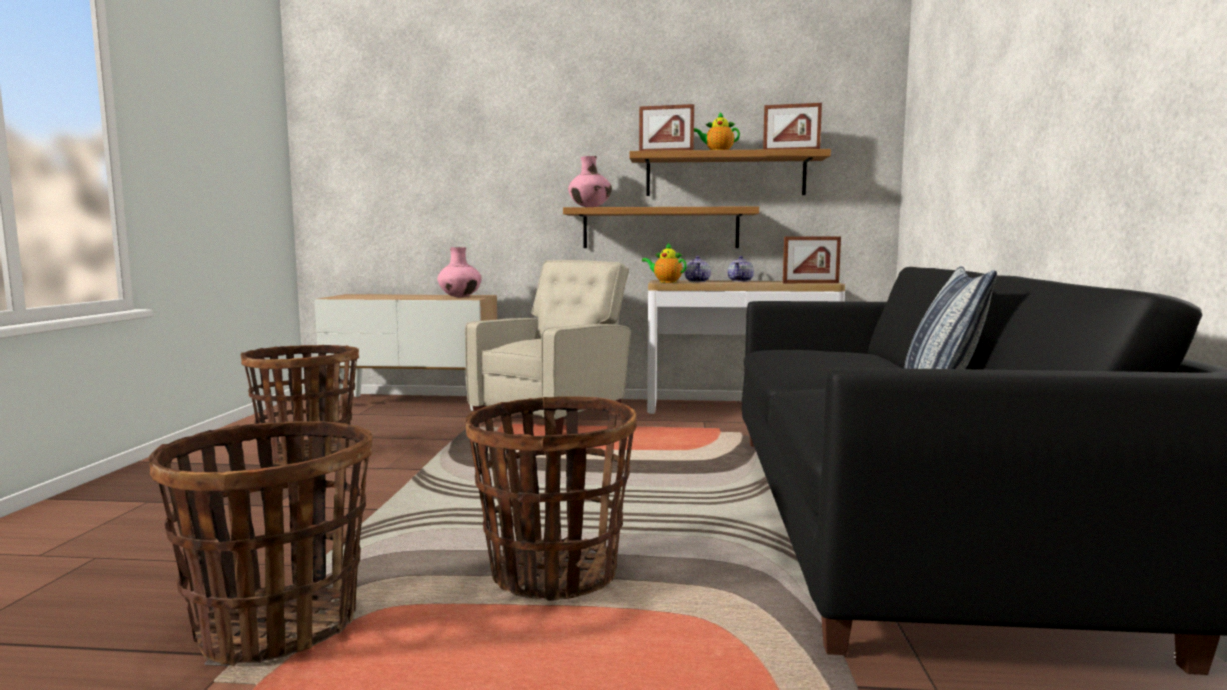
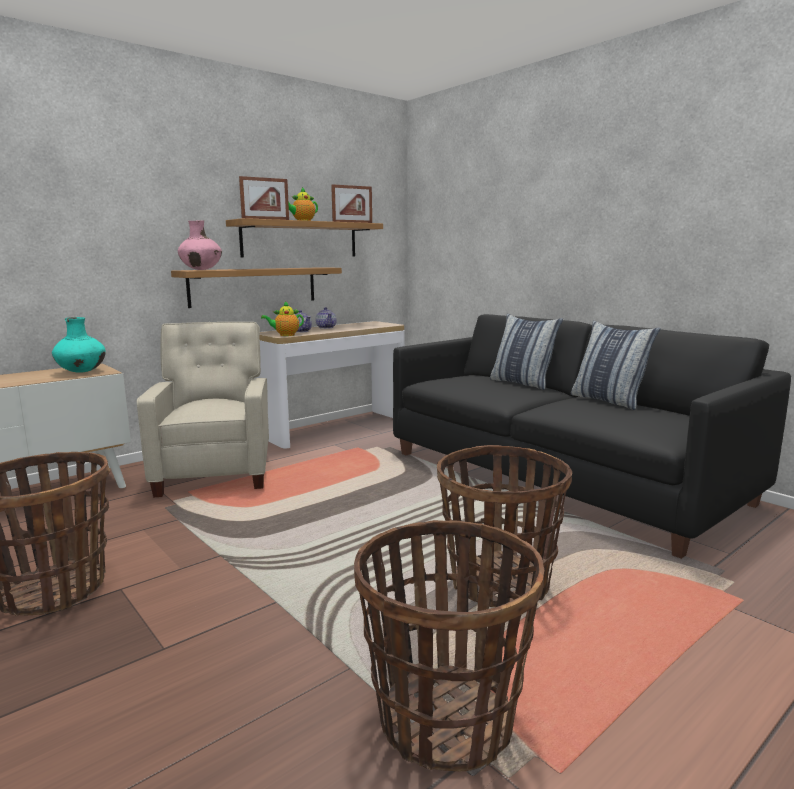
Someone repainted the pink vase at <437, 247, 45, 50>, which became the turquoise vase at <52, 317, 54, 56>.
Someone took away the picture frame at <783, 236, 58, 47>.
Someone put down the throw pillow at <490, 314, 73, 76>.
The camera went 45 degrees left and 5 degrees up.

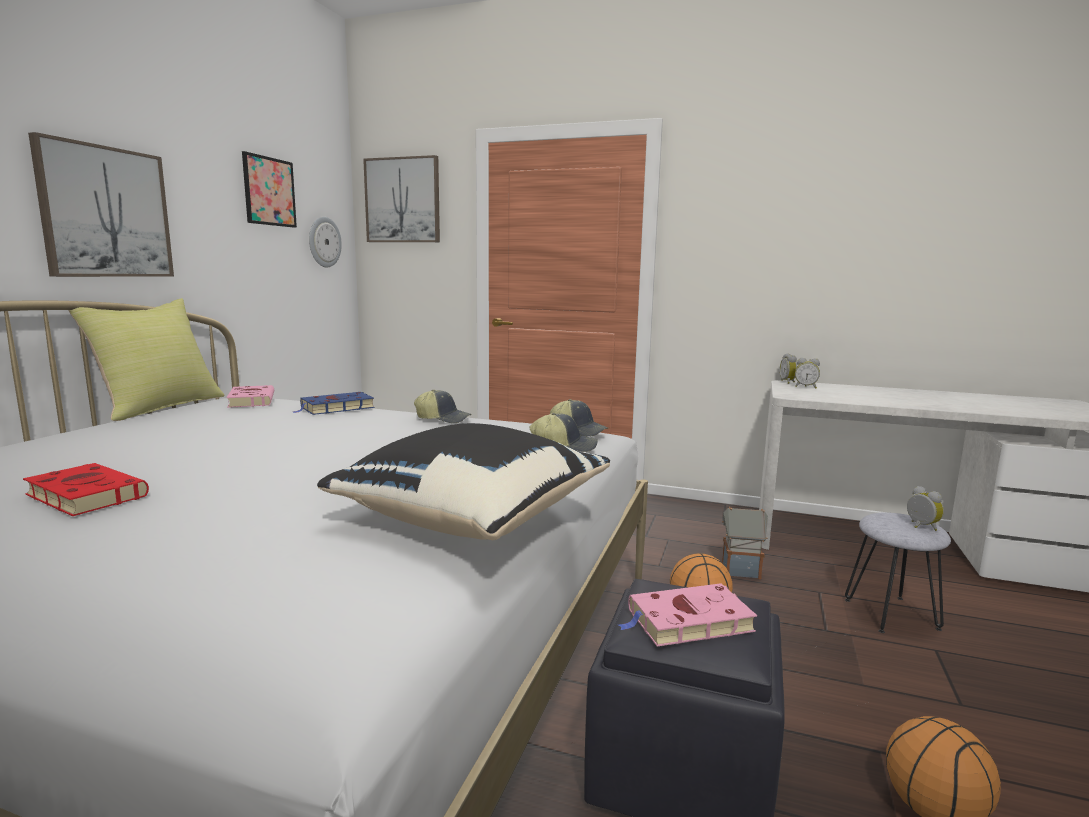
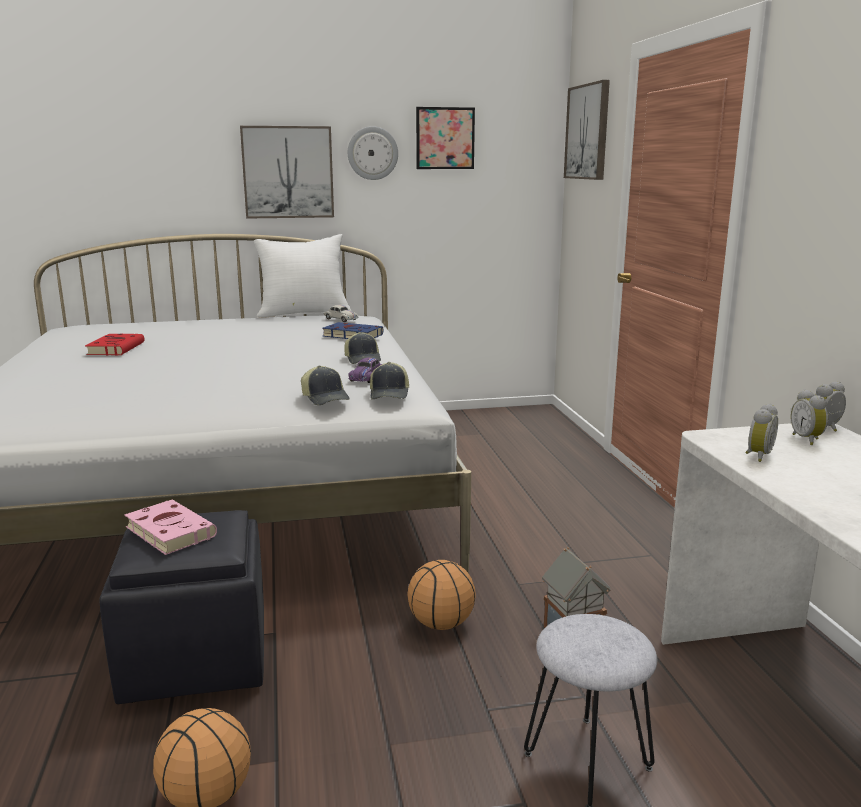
Someone repainted the yellow throw pillow at <69, 298, 155, 123>, which became the white throw pillow at <253, 234, 98, 84>.
Someone swapped the pink bound book at <226, 385, 48, 23> for the white miniature car at <324, 305, 35, 17>.
Someone carried the wall clock from <309, 217, 33, 50> to <348, 126, 50, 54>.
Someone took away the black throw pillow at <317, 423, 293, 117>.
Someone carried the bedside clock from <907, 486, 37, 45> to <745, 404, 33, 58>.
Someone put down the purplish miniature car at <348, 358, 34, 25>.
The camera went 60 degrees right and 5 degrees up.

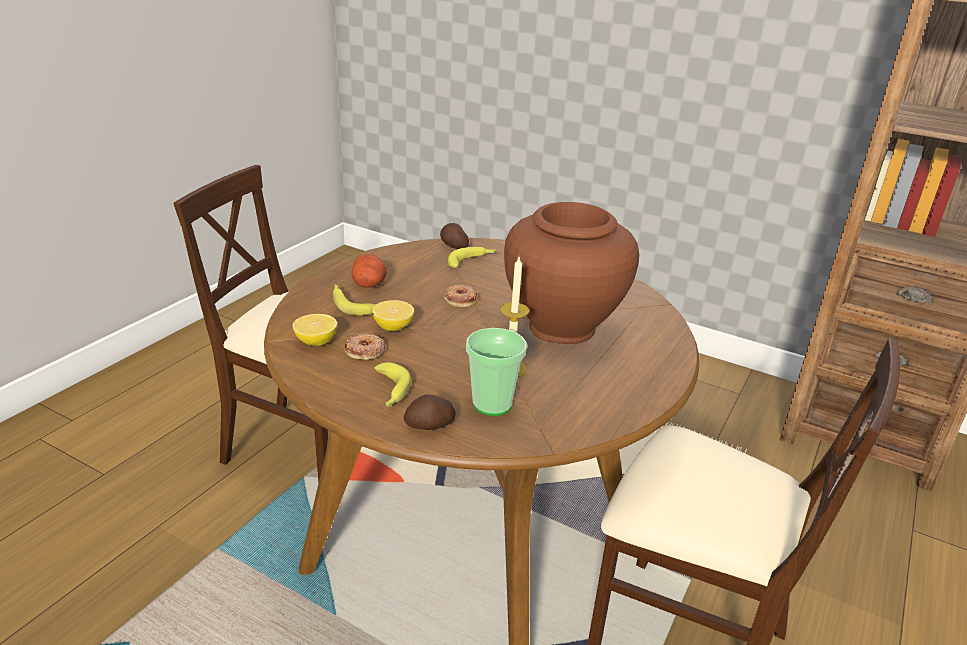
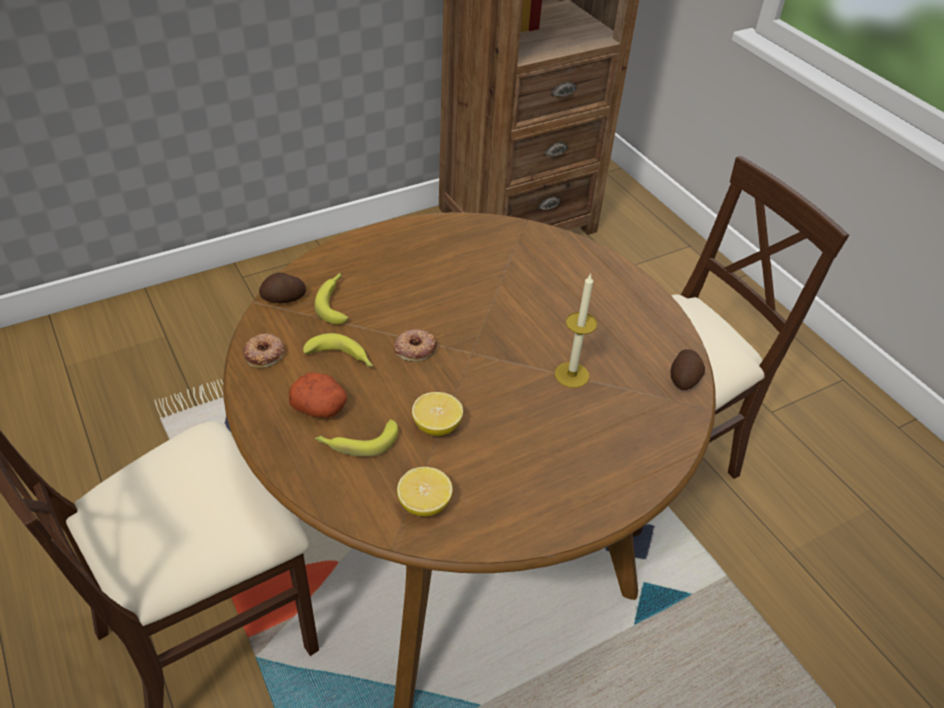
Someone carried the ring doughnut from <345, 333, 41, 27> to <243, 333, 42, 35>.
Someone carried the banana from <374, 363, 37, 44> to <303, 333, 70, 34>.
Someone carried the whole potato from <403, 395, 53, 35> to <671, 349, 34, 41>.
Someone took away the cup at <466, 328, 61, 88>.
Someone took away the brown-coloured vase at <504, 202, 135, 142>.
The camera went 60 degrees left and 15 degrees up.

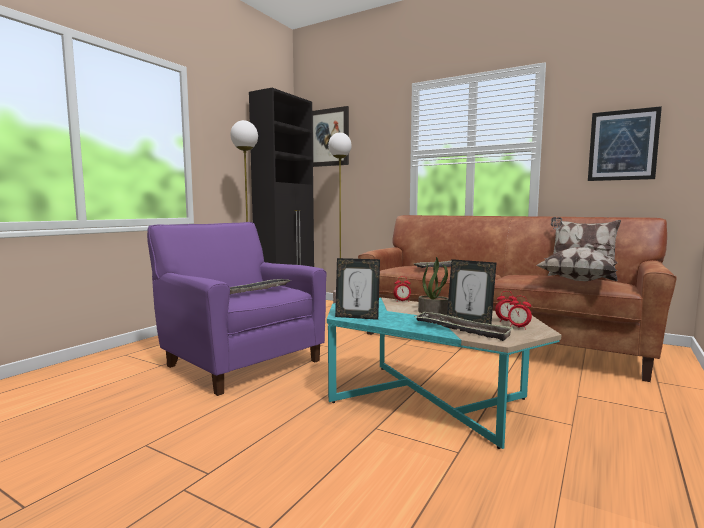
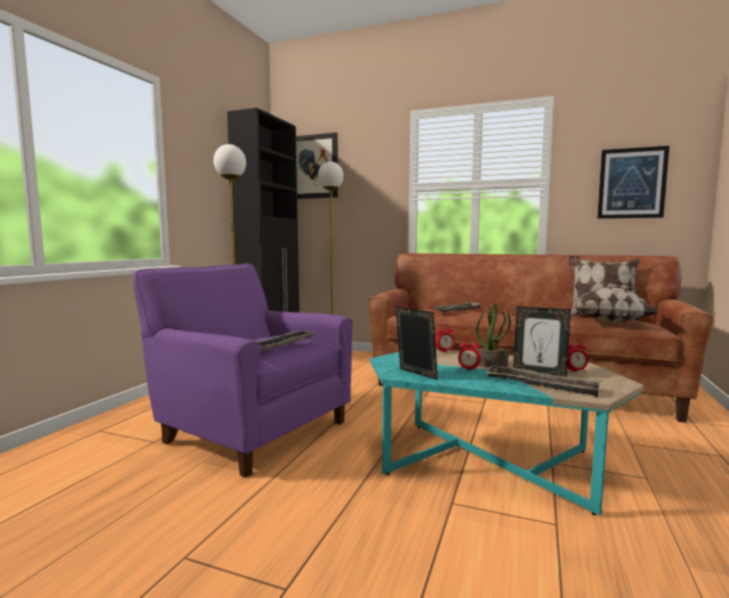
Someone rotated the picture frame at <335, 258, 45, 62> by 135 degrees counterclockwise.
Someone carried the bedside clock from <508, 296, 24, 34> to <458, 338, 23, 34>.
The camera went 10 degrees left and 0 degrees up.

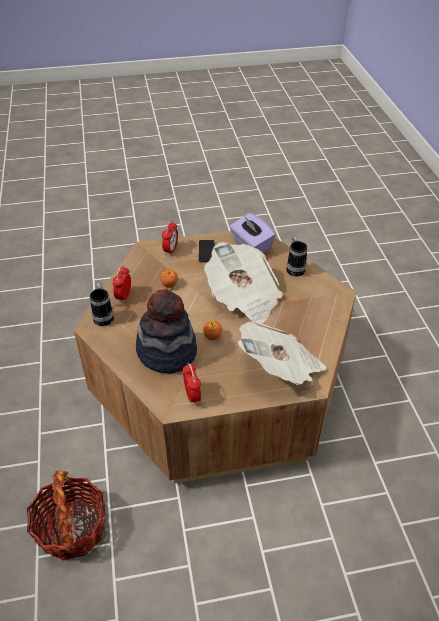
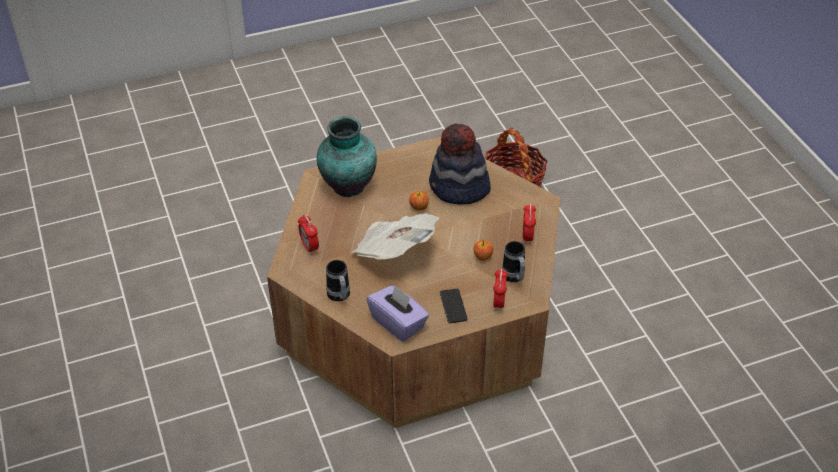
Someone carried the coffee mug from <90, 282, 24, 44> to <502, 241, 23, 41>.
Someone carried the bedside clock from <183, 363, 18, 42> to <298, 214, 21, 40>.
Someone swapped the printed paper at <237, 321, 89, 64> for the vase at <317, 116, 60, 81>.
The camera went 170 degrees right and 0 degrees up.

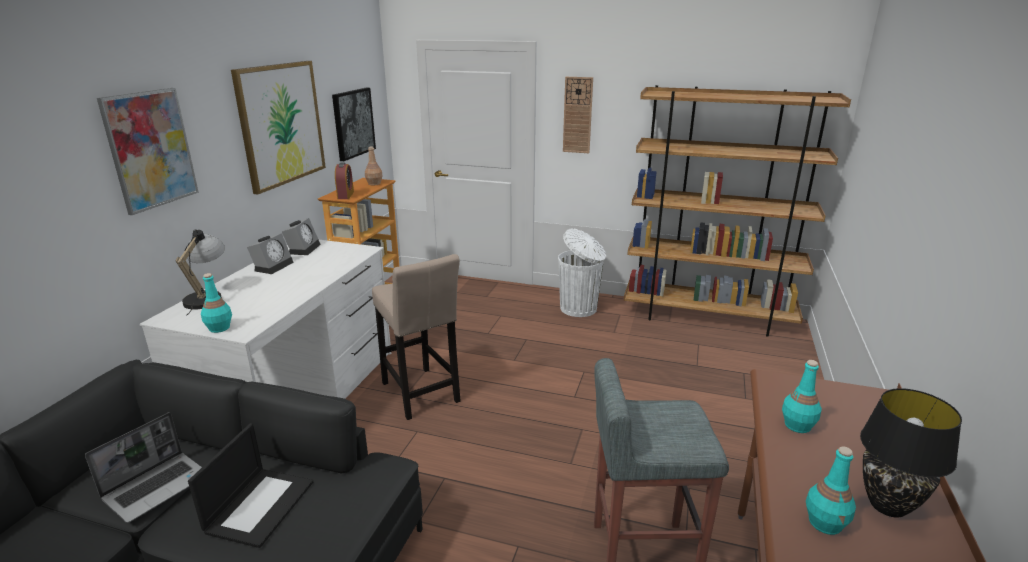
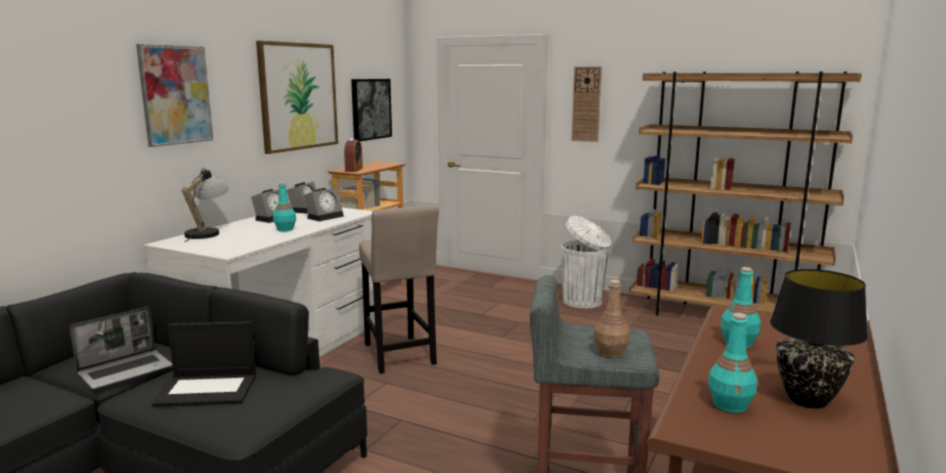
Someone rotated the portable computer at <188, 423, 125, 125> by 60 degrees clockwise.
Someone carried the turquoise drink bottle from <201, 273, 31, 60> to <273, 182, 23, 49>.
Someone carried the brown-coloured drink bottle from <365, 146, 18, 40> to <594, 280, 36, 78>.
Someone put down the bedside clock at <304, 188, 40, 33>.
The camera went 10 degrees right and 10 degrees down.

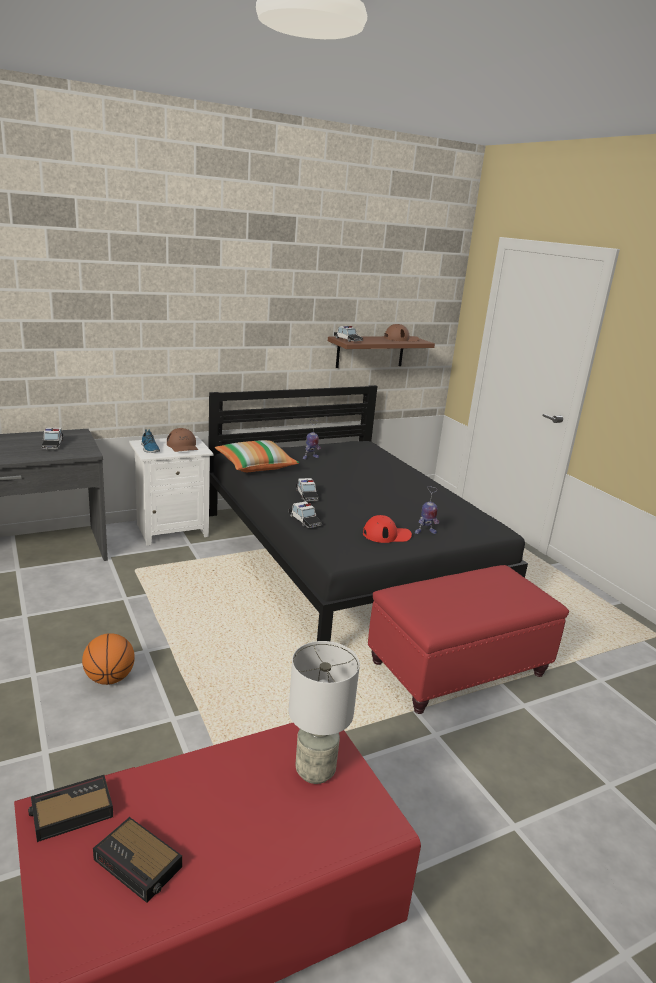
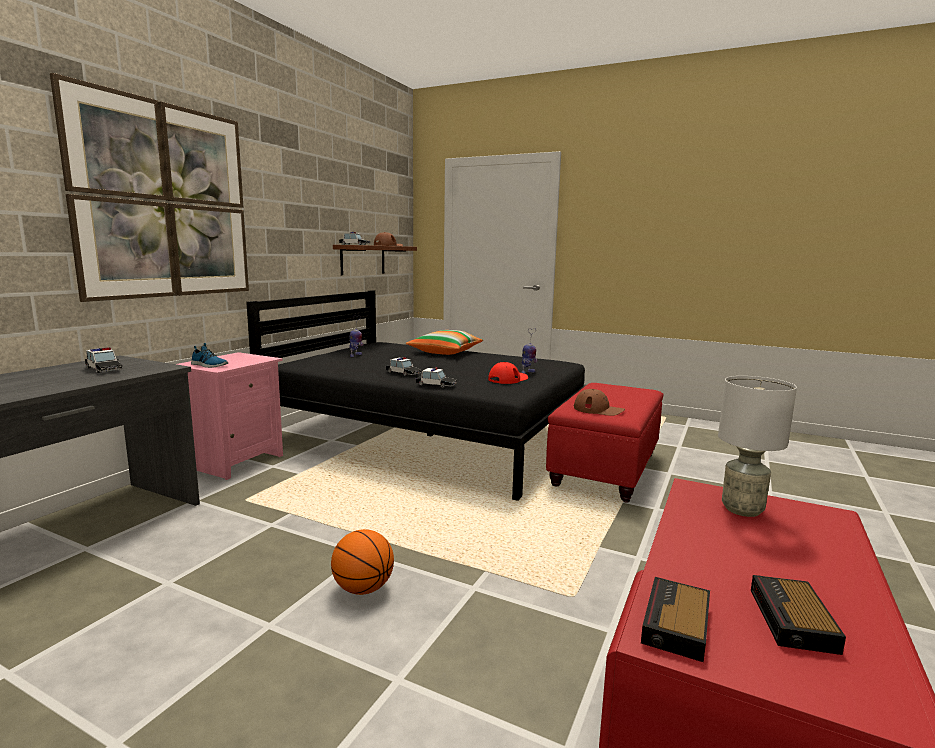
Someone rotated the bedside clock at <93, 817, 89, 86> by 105 degrees clockwise.
Someone repainted the white bedside table at <129, 436, 85, 110>, which became the pink bedside table at <177, 352, 106, 128>.
Someone carried the brown-coloured cap from <167, 428, 31, 24> to <574, 389, 51, 27>.
Someone carried the throw pillow from <215, 440, 84, 32> to <406, 330, 77, 25>.
Someone put up the wall art at <50, 73, 199, 229>.
The camera went 35 degrees left and 10 degrees down.

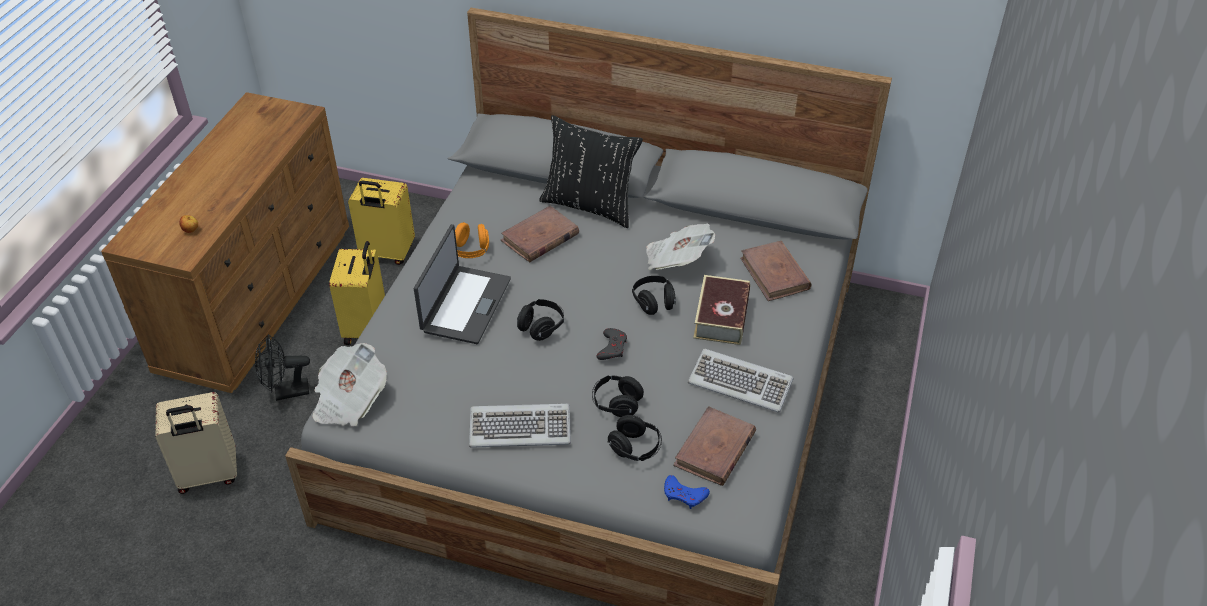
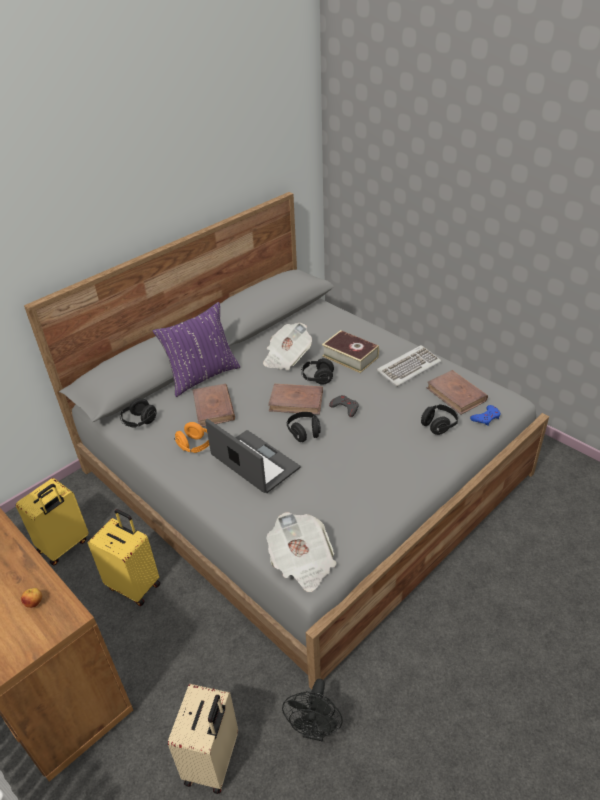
Someone carried the black electric fan from <255, 334, 55, 67> to <282, 679, 61, 62>.
Someone took away the keyboard at <469, 403, 102, 45>.
Someone repainted the black throw pillow at <539, 115, 104, 113>, which became the purplish throw pillow at <153, 302, 87, 95>.
Someone carried the black pair of headphones from <592, 375, 52, 42> to <120, 398, 37, 30>.
Someone carried the brown-coloured bound book from <740, 241, 72, 60> to <268, 384, 55, 31>.
The camera went 60 degrees left and 5 degrees down.

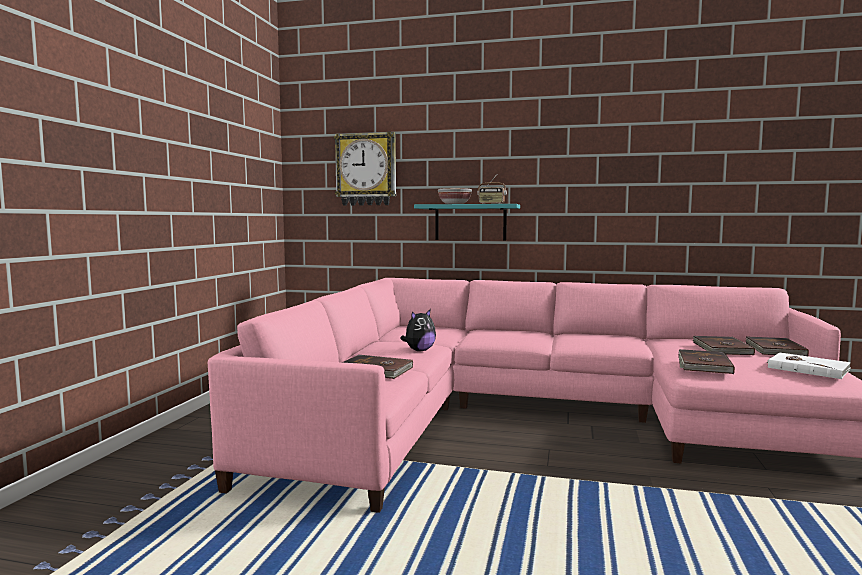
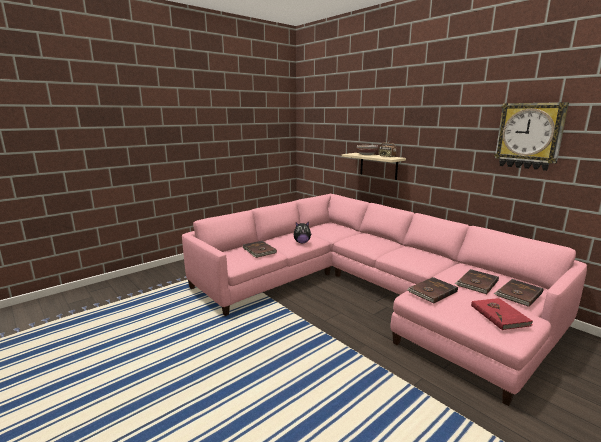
Someone carried the wall clock from <334, 132, 62, 74> to <494, 102, 75, 69>.
Someone repainted the turquoise shelf at <414, 204, 106, 36>, which became the sand-coloured shelf at <342, 153, 64, 27>.
Someone repainted the white bound book at <767, 353, 84, 26>, which became the red-coloured bound book at <471, 298, 62, 32>.
The camera went 35 degrees right and 10 degrees up.

